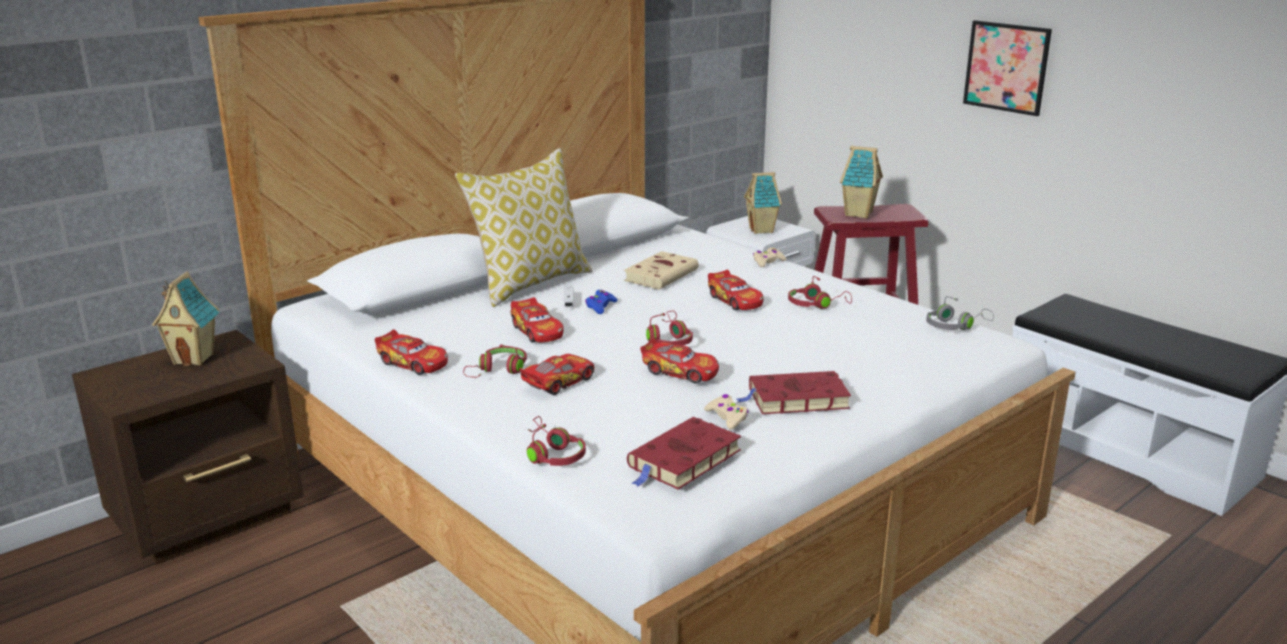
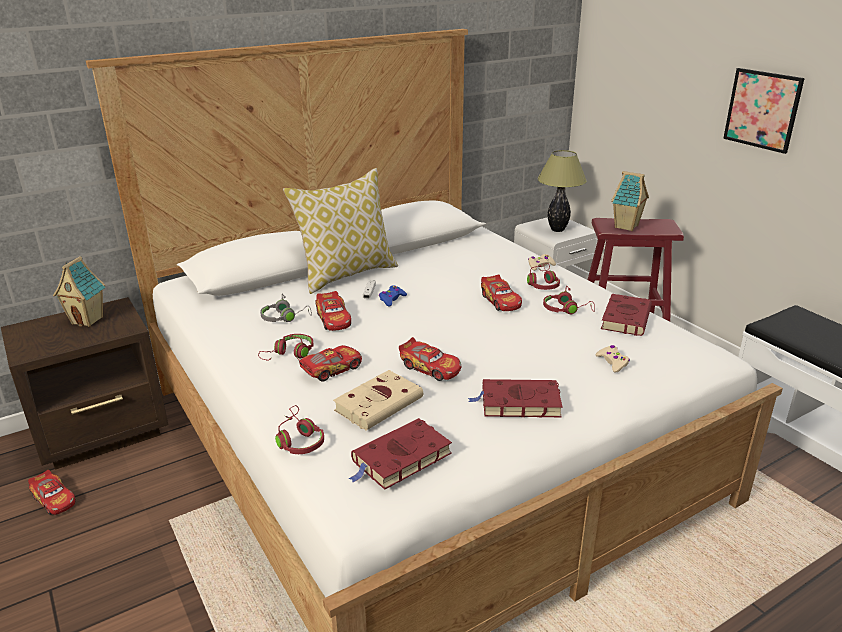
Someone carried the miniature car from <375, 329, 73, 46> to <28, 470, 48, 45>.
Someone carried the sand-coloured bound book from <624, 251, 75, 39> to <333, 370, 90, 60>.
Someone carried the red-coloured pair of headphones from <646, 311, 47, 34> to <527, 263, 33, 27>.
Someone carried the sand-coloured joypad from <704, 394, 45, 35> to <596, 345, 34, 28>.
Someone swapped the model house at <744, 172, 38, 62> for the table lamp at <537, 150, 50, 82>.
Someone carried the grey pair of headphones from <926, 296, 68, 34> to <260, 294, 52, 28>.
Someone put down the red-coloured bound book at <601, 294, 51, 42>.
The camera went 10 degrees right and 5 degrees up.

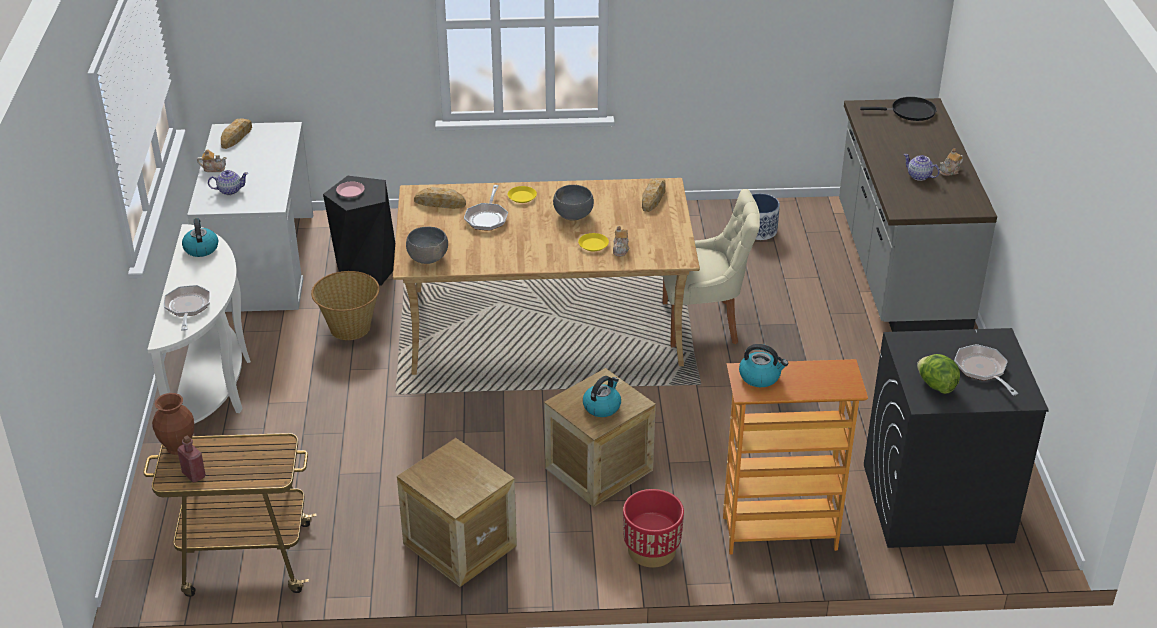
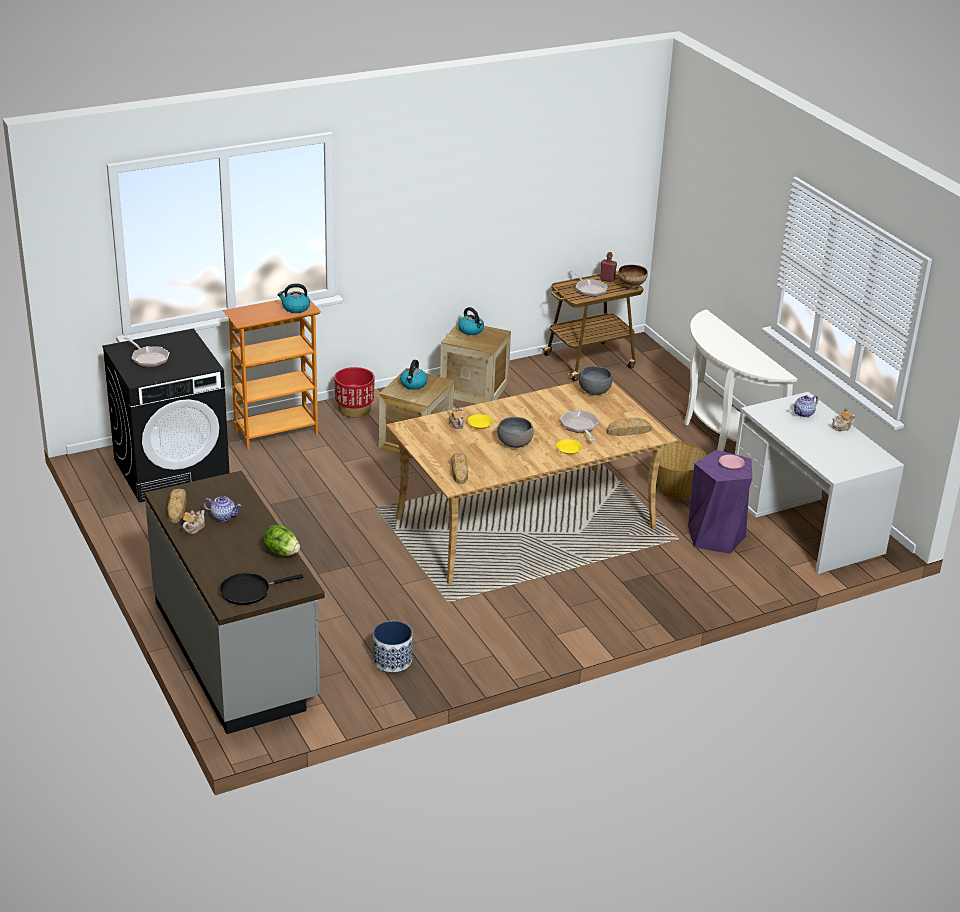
Someone swapped the brown-coloured vase at <152, 393, 42, 62> for the serving bowl at <618, 265, 30, 25>.
Someone carried the frying pan from <164, 285, 46, 46> to <569, 270, 39, 27>.
Someone carried the tea kettle from <182, 218, 36, 39> to <458, 307, 26, 28>.
Someone carried the bread from <221, 118, 31, 31> to <167, 489, 20, 34>.
Someone repainted the black sitting stool at <323, 176, 72, 110>, which became the purplish sitting stool at <688, 450, 64, 104>.
Someone took away the sand-coloured upright chair at <663, 189, 97, 158>.
Someone carried the head of lettuce from <917, 354, 43, 40> to <263, 525, 37, 31>.
The camera went 155 degrees right and 5 degrees down.

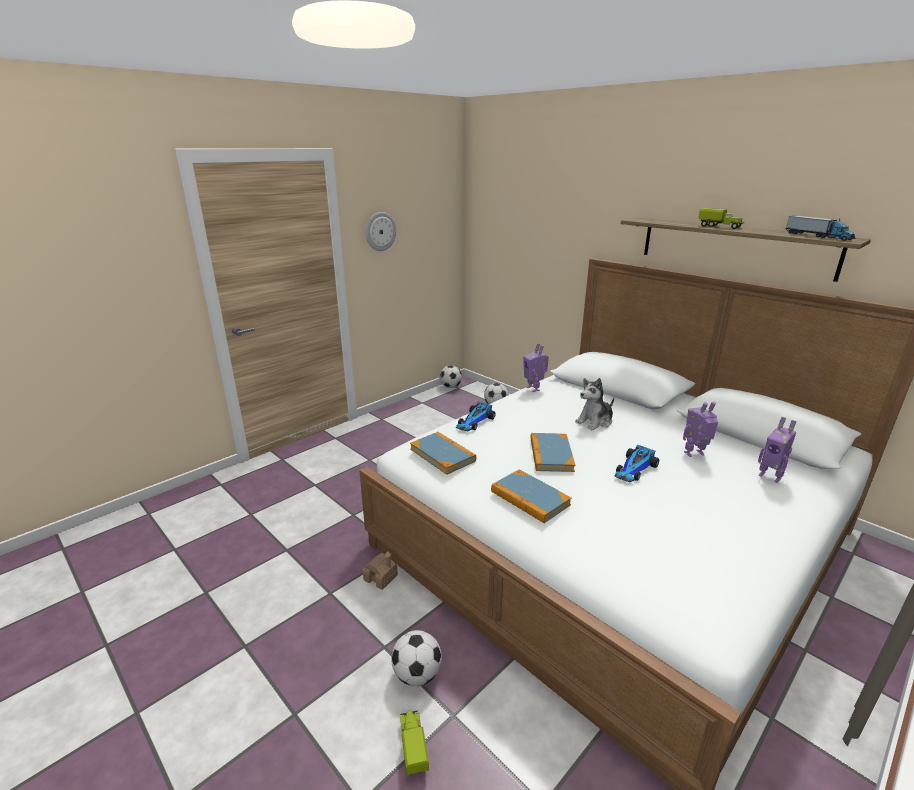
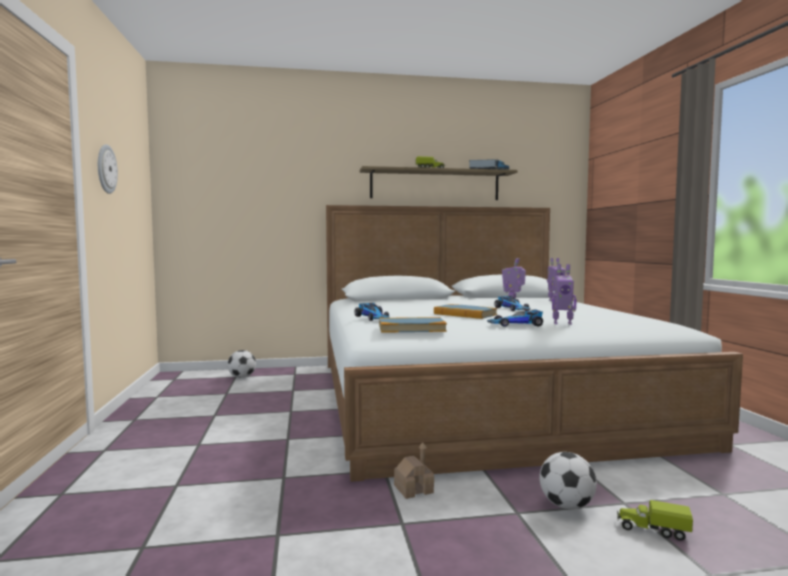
Someone took away the football ball at <439, 365, 23, 23>.
Someone swapped the bound book at <491, 470, 81, 53> for the miniature car at <487, 309, 56, 18>.
Someone carried the model robot from <523, 343, 26, 49> to <552, 264, 24, 61>.
Someone took away the cuddly toy at <575, 378, 39, 52>.
The camera went 55 degrees left and 20 degrees down.

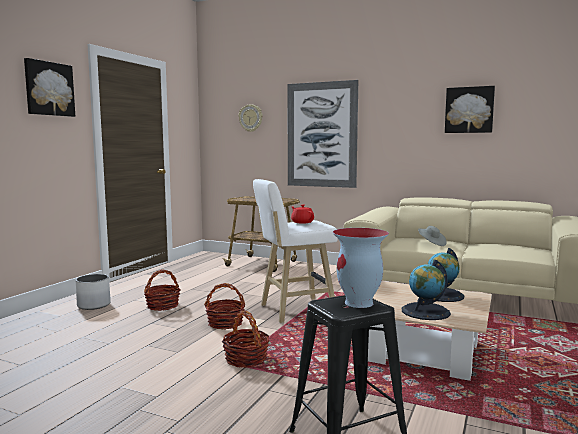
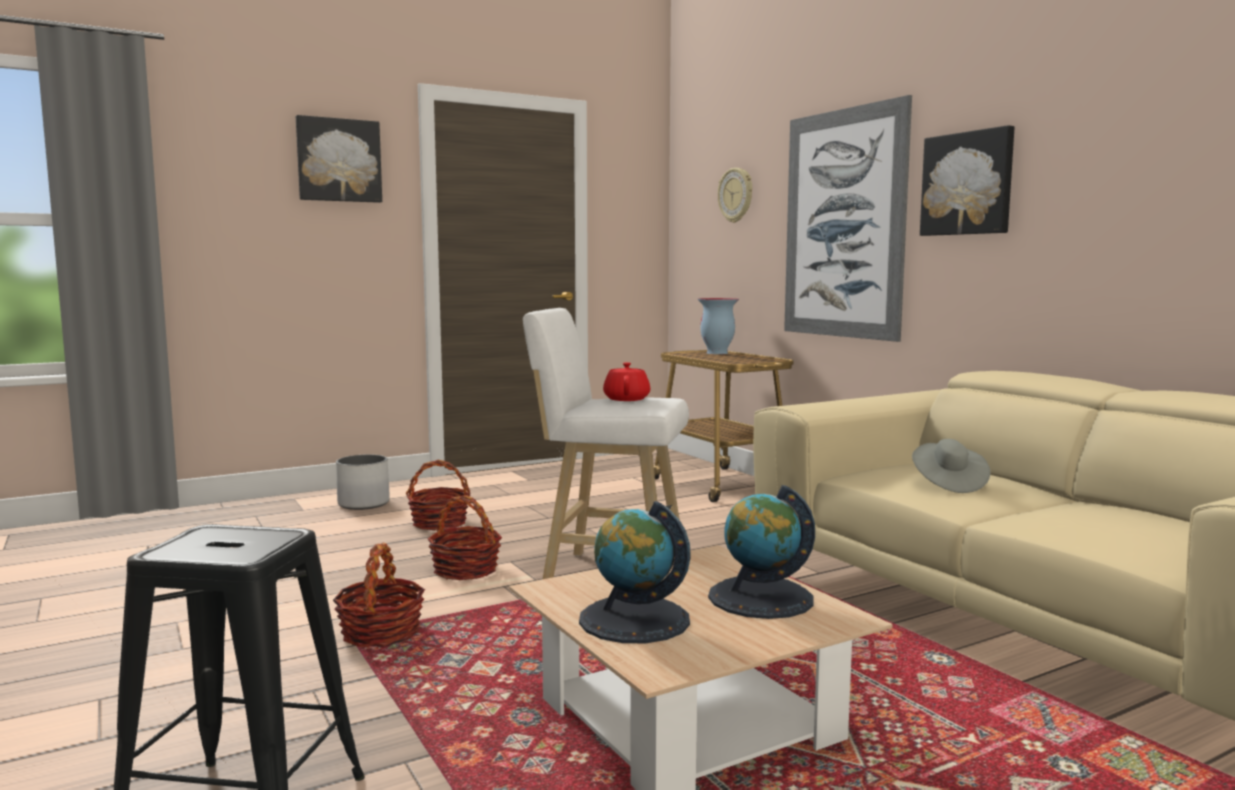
Someone carried the vase from <333, 228, 56, 80> to <698, 298, 41, 56>.
Someone carried the wall art from <445, 86, 50, 47> to <920, 125, 95, 111>.
The camera went 35 degrees right and 0 degrees up.

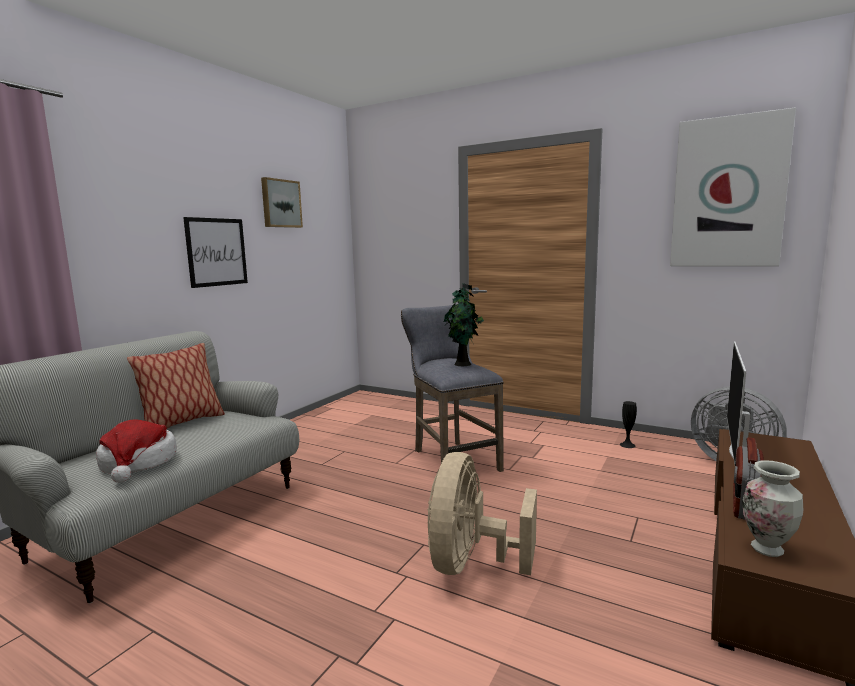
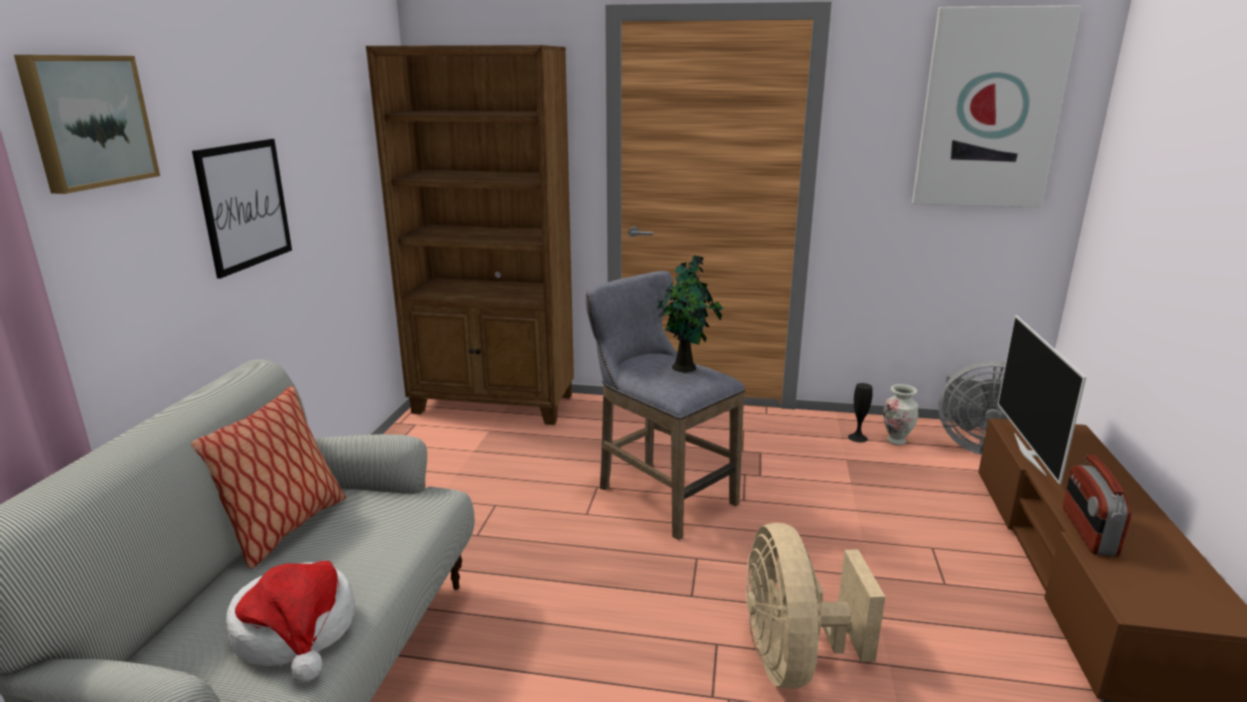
Someone carried the wall art from <261, 177, 42, 51> to <14, 55, 146, 139>.
Someone carried the vase from <742, 460, 61, 97> to <883, 384, 35, 61>.
Someone put down the brown-coloured bookcase at <366, 45, 208, 380>.
The camera went 20 degrees left and 10 degrees up.

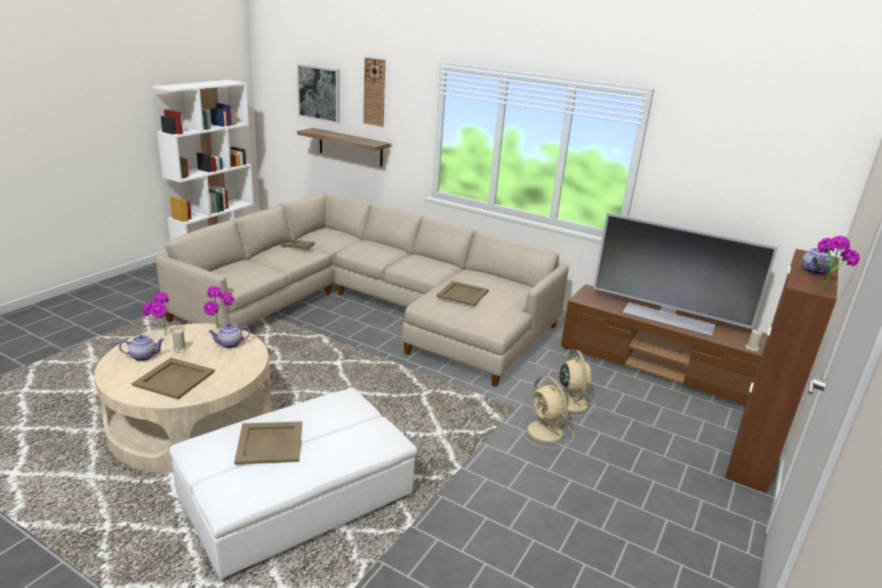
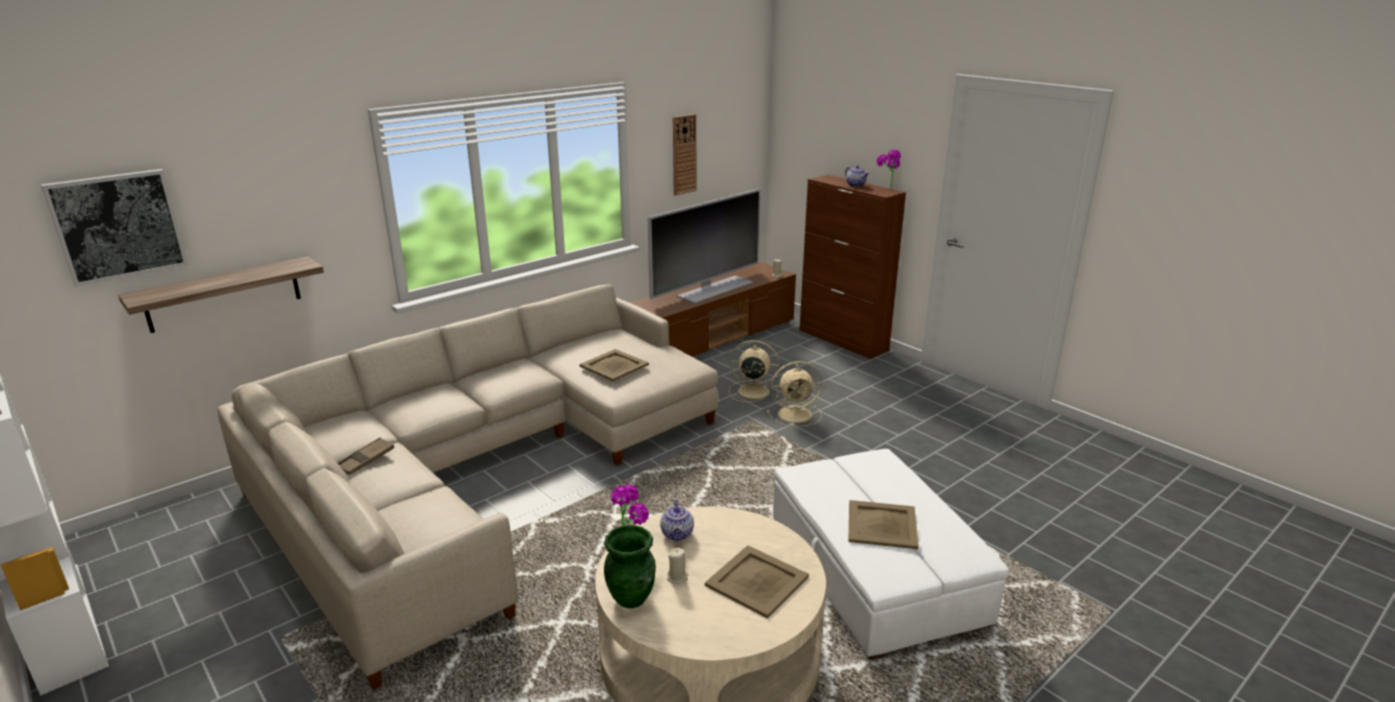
Someone took away the tea pot at <119, 335, 45, 26>.
Someone swapped the plant in a pot at <142, 292, 27, 43> for the greenish vase at <604, 525, 52, 83>.
Someone carried the wall clock from <363, 57, 22, 70> to <673, 114, 24, 81>.
The camera went 70 degrees left and 0 degrees up.

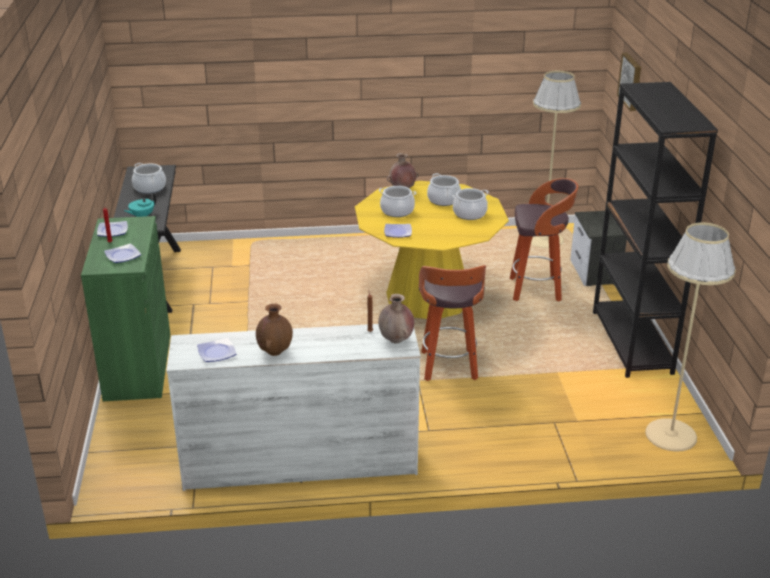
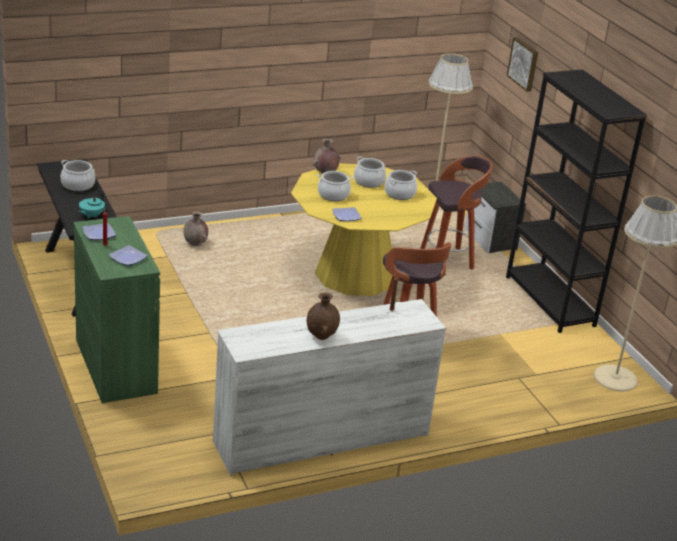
Someone took away the flat dish at <197, 338, 39, 24>.
Someone carried the brown-coloured vase from <378, 294, 36, 49> to <183, 212, 25, 34>.
The camera went 20 degrees left and 0 degrees up.

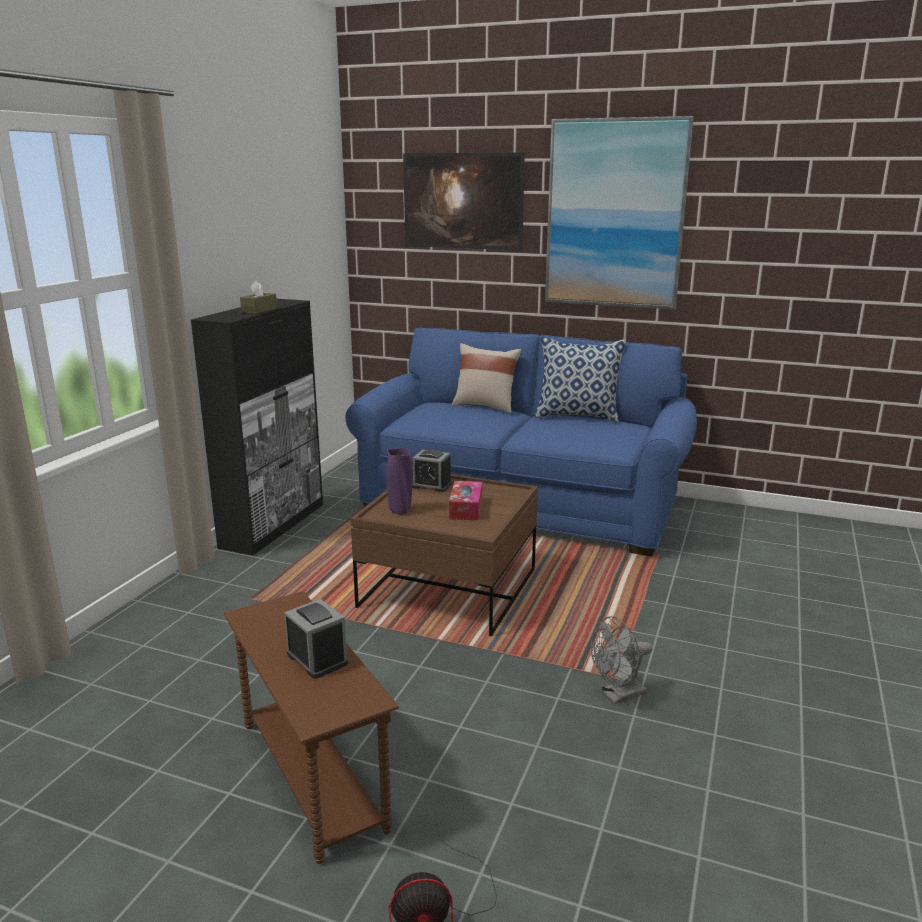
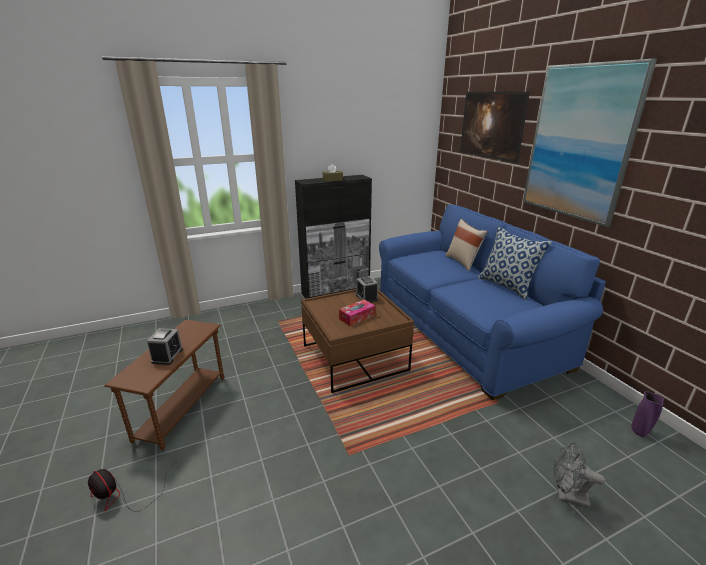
Someone carried the purplish vase from <386, 448, 27, 67> to <631, 391, 33, 46>.
Someone carried the grey electric fan from <591, 616, 62, 88> to <554, 443, 51, 65>.
The camera went 45 degrees right and 5 degrees up.

